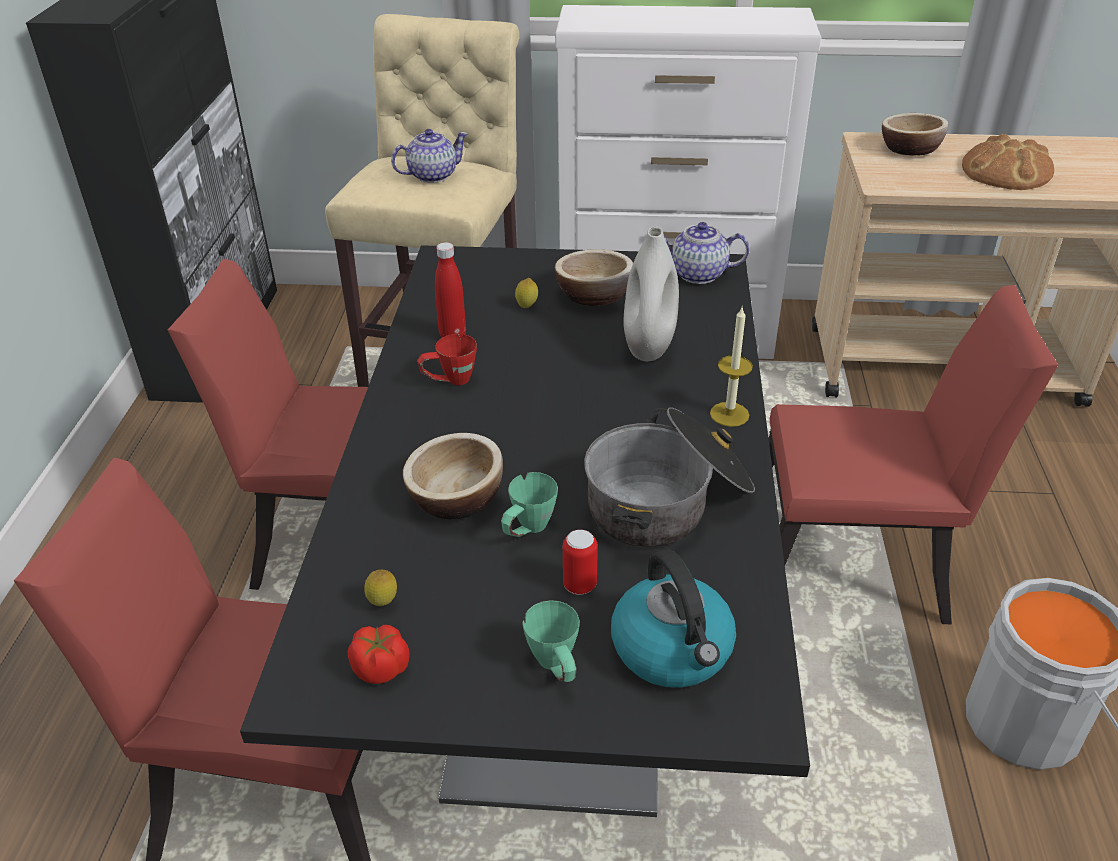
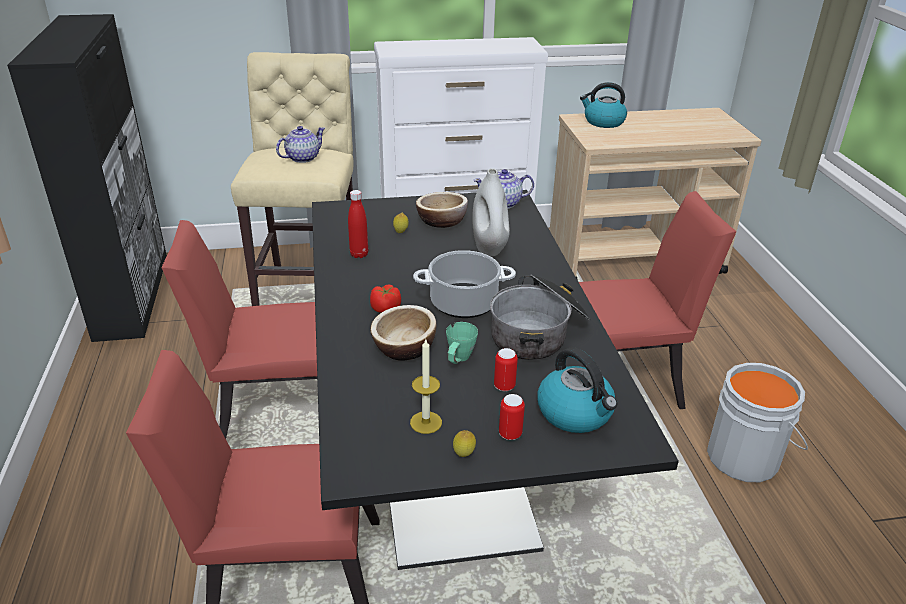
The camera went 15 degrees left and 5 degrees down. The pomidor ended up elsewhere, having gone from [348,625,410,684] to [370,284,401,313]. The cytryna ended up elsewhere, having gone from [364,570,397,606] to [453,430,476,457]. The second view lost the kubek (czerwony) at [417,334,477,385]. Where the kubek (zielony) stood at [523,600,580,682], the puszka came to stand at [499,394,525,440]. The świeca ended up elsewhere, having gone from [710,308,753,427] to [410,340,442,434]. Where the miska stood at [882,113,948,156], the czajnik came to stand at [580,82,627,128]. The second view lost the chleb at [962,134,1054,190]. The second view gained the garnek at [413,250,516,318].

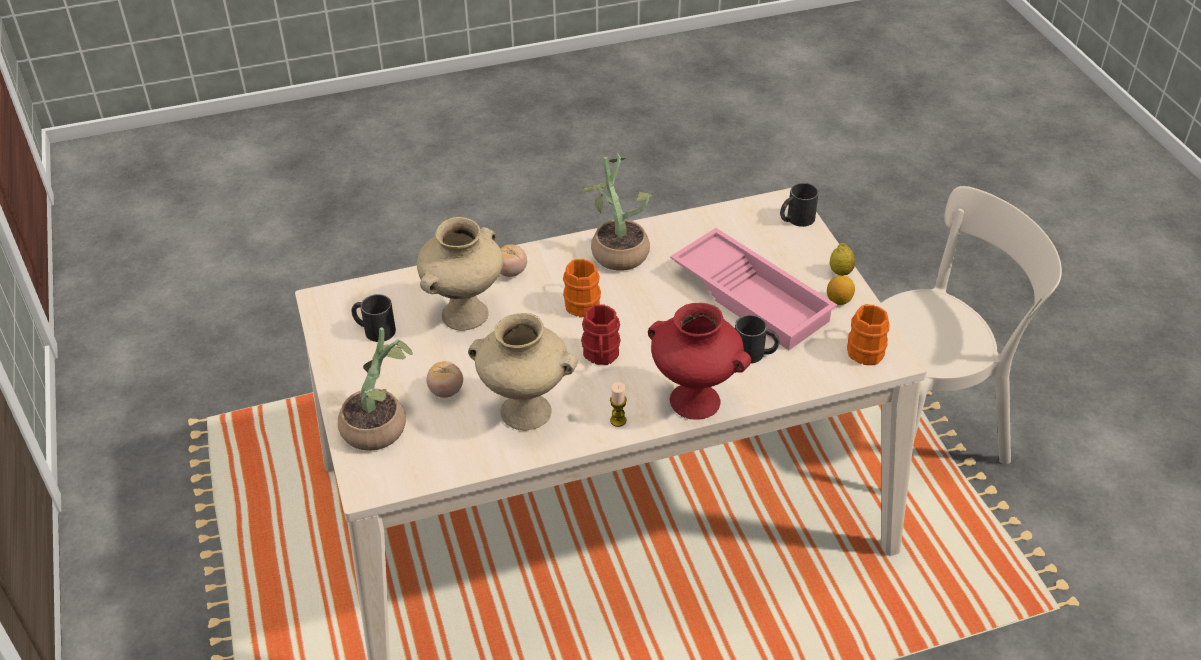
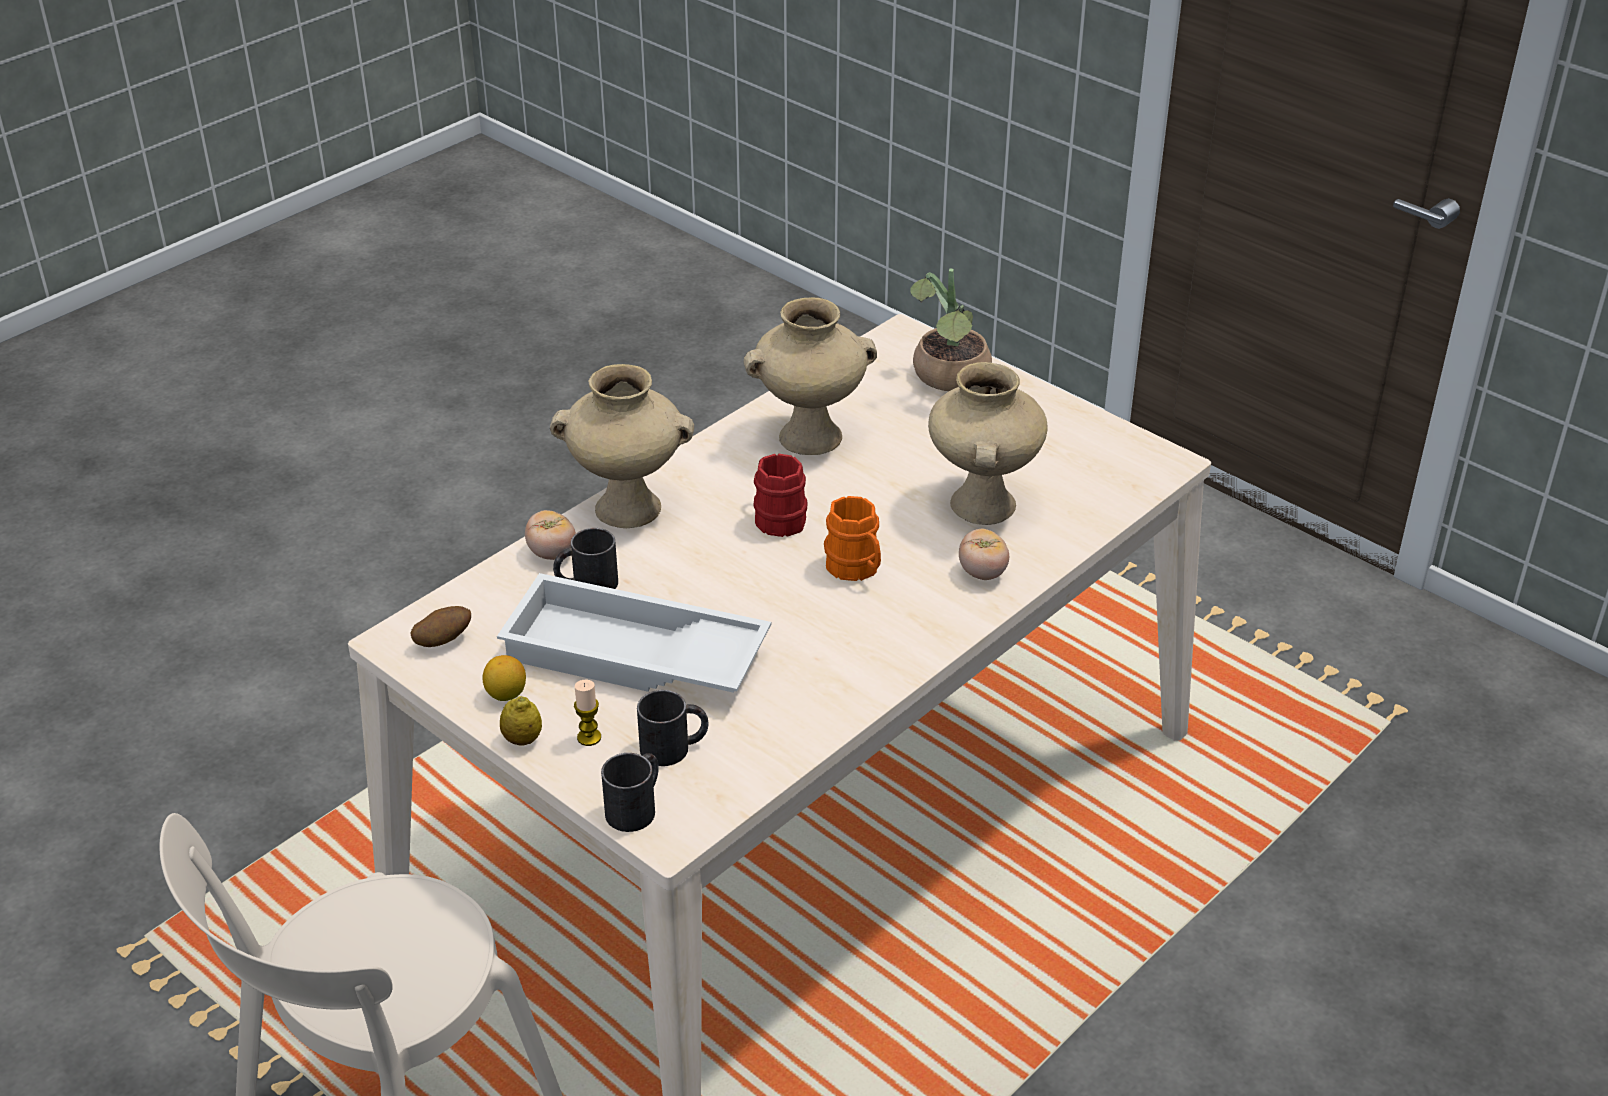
The camera went 150 degrees right and 5 degrees down. The kubek (czarny) ended up elsewhere, having gone from [351,294,396,342] to [637,690,709,766]. The pomidor ended up elsewhere, having gone from [427,361,463,398] to [525,510,576,560]. The second view lost the roślina doniczkowa at [583,153,653,271]. The świeca ended up elsewhere, having gone from [610,382,627,427] to [574,680,601,746]. What was the wazon (czerwony) at [648,303,752,420] turned into the wazon (beżowy) at [550,364,694,528]. What was the taca (różowy) at [670,228,837,350] turned into the taca (biały) at [497,573,771,693]. Where the kubek (pomarańczowy) stood at [847,304,889,365], the ziemniak came to stand at [410,606,471,647].

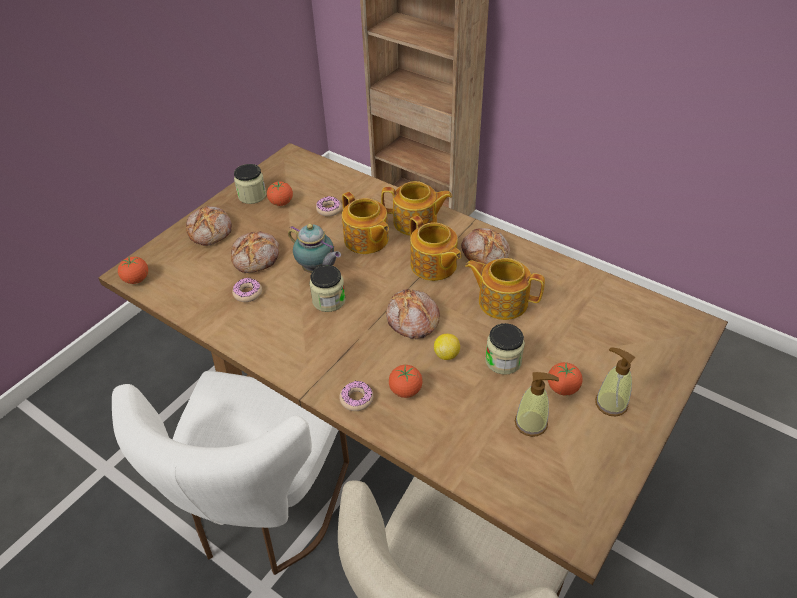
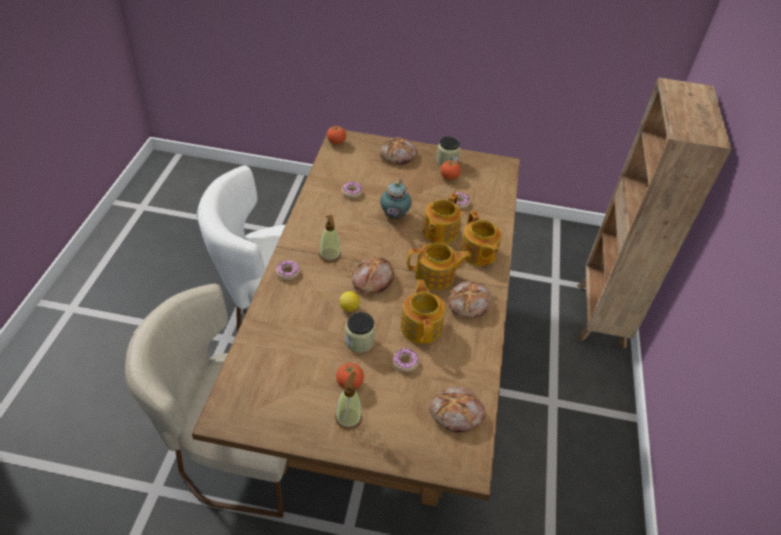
The camera went 60 degrees right and 0 degrees up. The chleb ended up elsewhere, having gone from [231,231,279,273] to [429,387,485,433]. The second view lost the słoik at [310,265,346,312]. The second view lost the pomidor at [389,365,423,398]. The imbryk at [410,215,462,281] ended up facing another way, 120 degrees counterclockwise from before. The dozownik mydła ended up elsewhere, having gone from [515,372,559,437] to [319,215,341,262]. The second view gained the donut at [393,348,419,372].

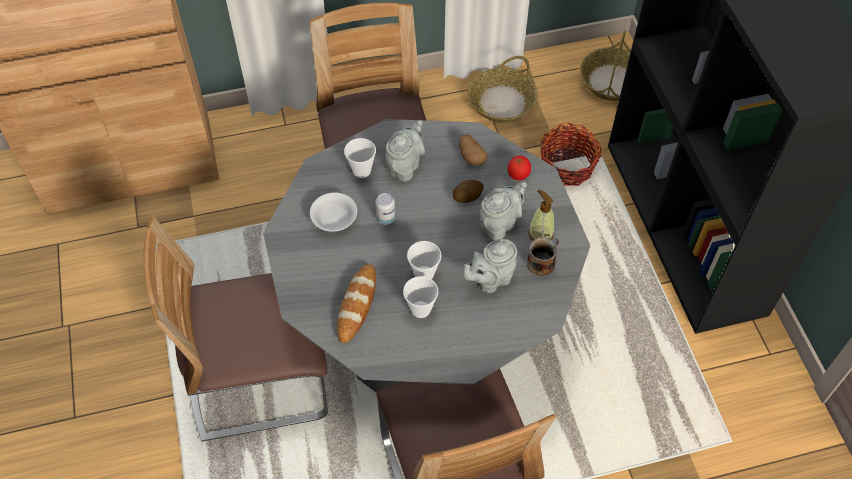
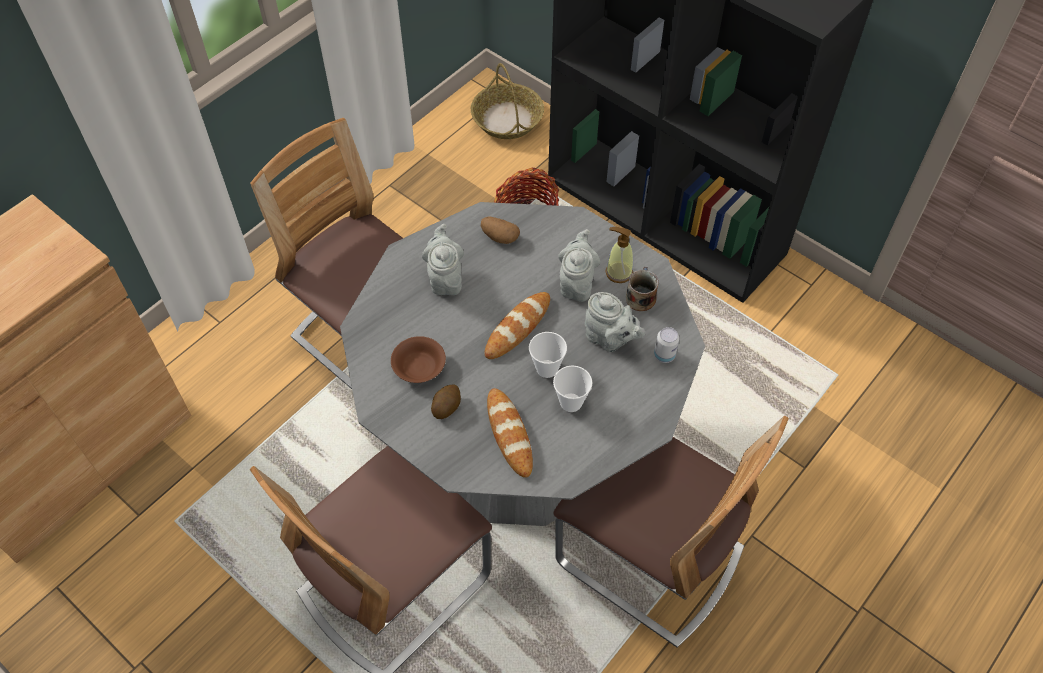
The camera went 35 degrees left and 0 degrees up. What was the miska (biały) at [310,192,357,231] turned into the miska (brązowy) at [391,336,446,383]. The second view lost the filiżanka at [344,138,376,178]. The puszka ended up elsewhere, having gone from [375,193,395,225] to [654,327,679,363]. The ziemniak ended up elsewhere, having gone from [453,180,484,203] to [431,384,461,419]. The imbryk (szary) at [463,239,517,293] ended up facing another way, 75 degrees counterclockwise from before. The second view lost the koszyk at [468,56,538,123]. The second view lost the pomidor at [508,156,531,180]. The second view gained the chleb at [485,292,550,359].

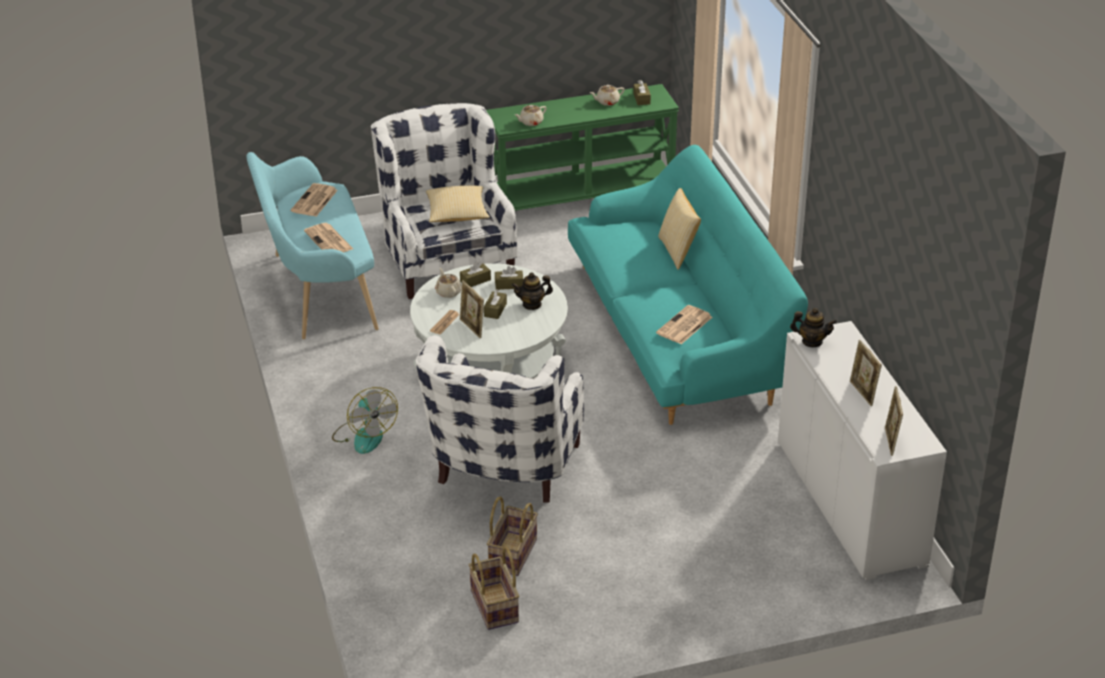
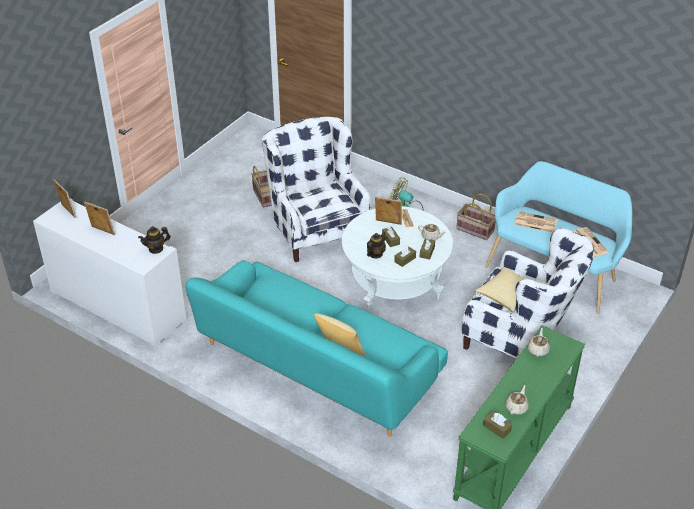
The camera went 140 degrees right and 5 degrees up. The koszyk ended up elsewhere, having gone from [469,546,519,630] to [456,193,496,240]. The second view lost the gazeta at [656,305,712,344].

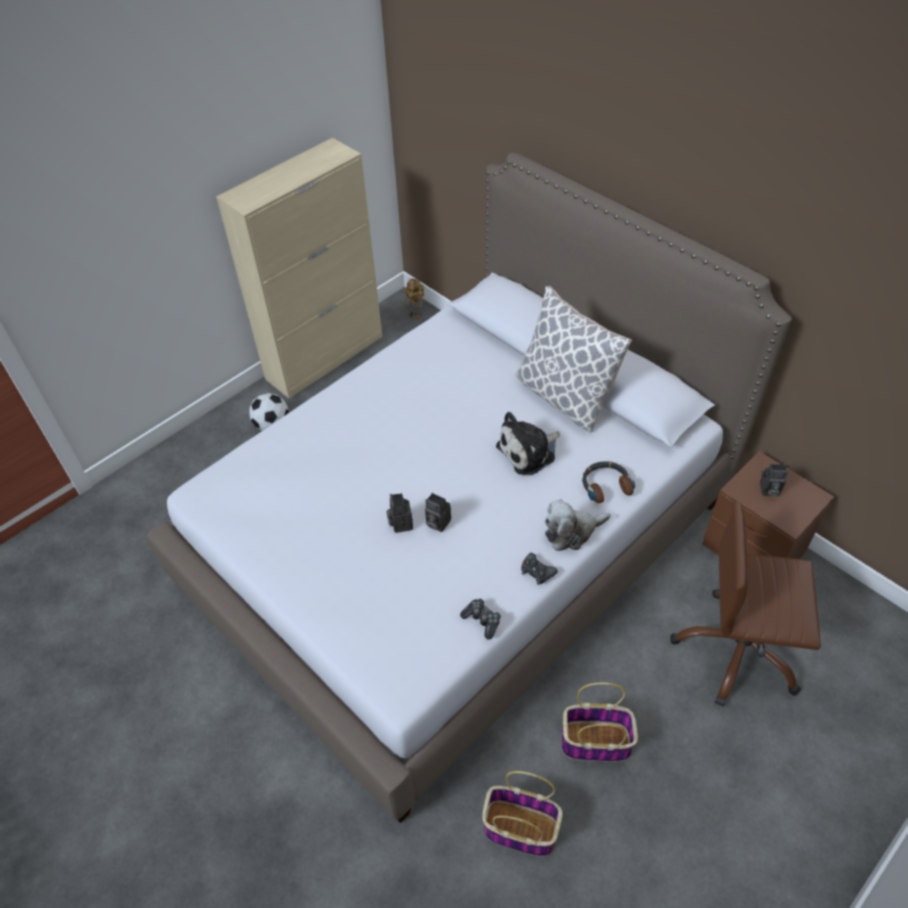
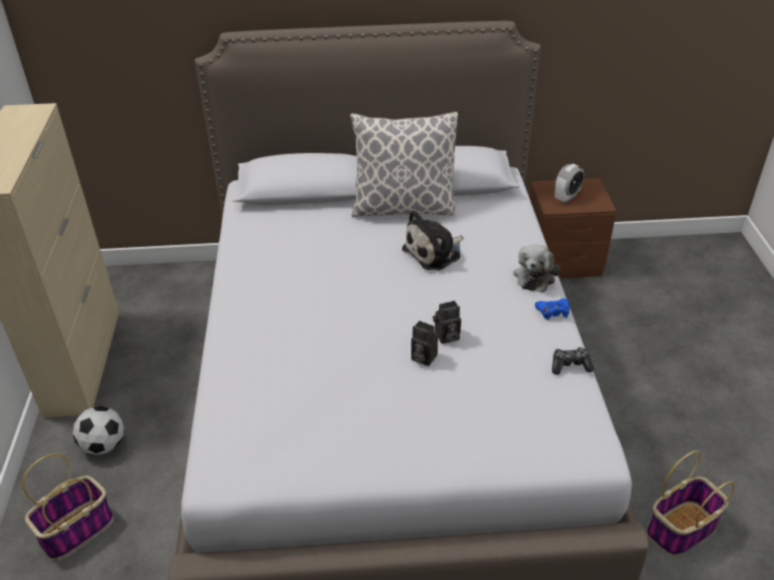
The camera went 50 degrees left and 10 degrees down. The second view lost the robot zabawkowy at [403,279,424,320]. The pluszak at [496,412,560,475] ended up facing another way, 45 degrees clockwise from before. What was the pad do gier (czarny) at [521,553,558,585] turned into the pad do gier (niebieski) at [535,298,570,320]. The koszyk ended up elsewhere, having gone from [562,682,638,762] to [22,454,113,560]. The second view lost the słuchawki at [582,461,635,503]. The second view lost the krzesło biurowe (brązowy) at [671,501,821,706]. Where the aparat fotograficzny stood at [760,464,788,496], the budzik came to stand at [555,164,584,203].

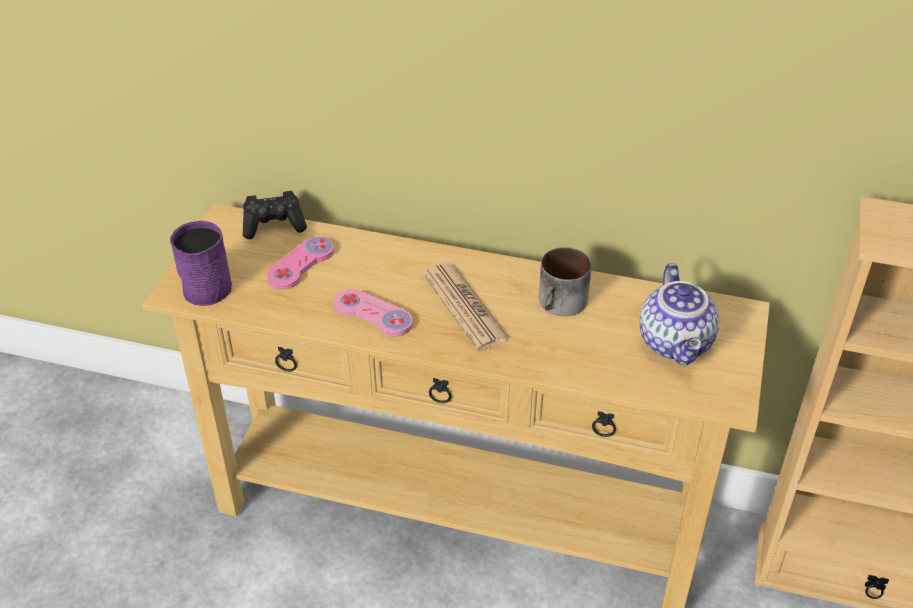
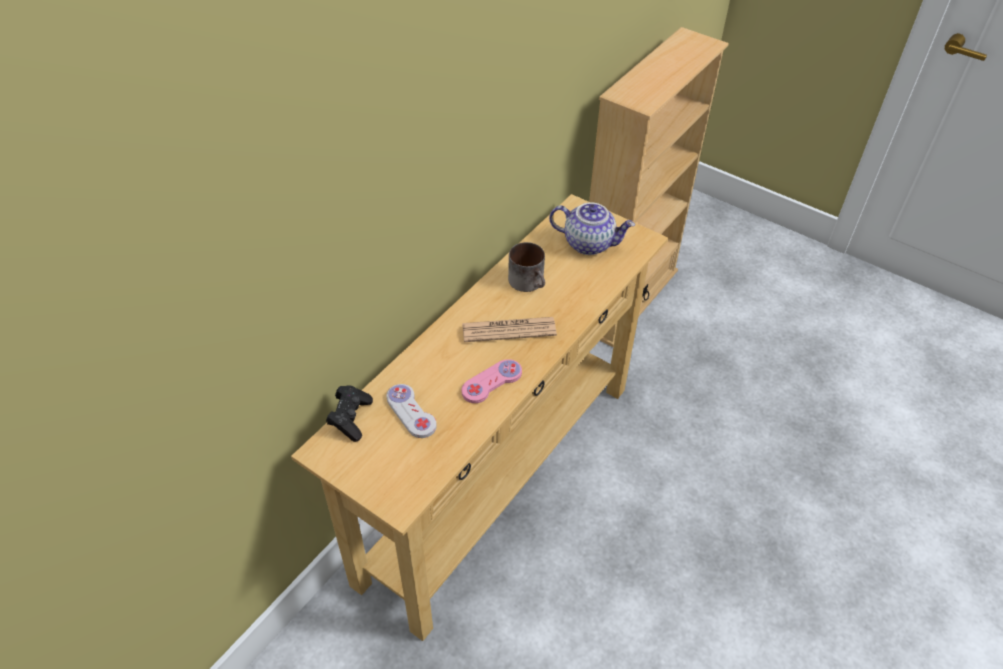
The camera went 70 degrees left and 5 degrees up. The second view lost the kubek (fioletowy) at [170,221,232,306]. What was the pad do gier (różowy) at [267,236,334,289] turned into the pad do gier (biały) at [387,384,437,438].

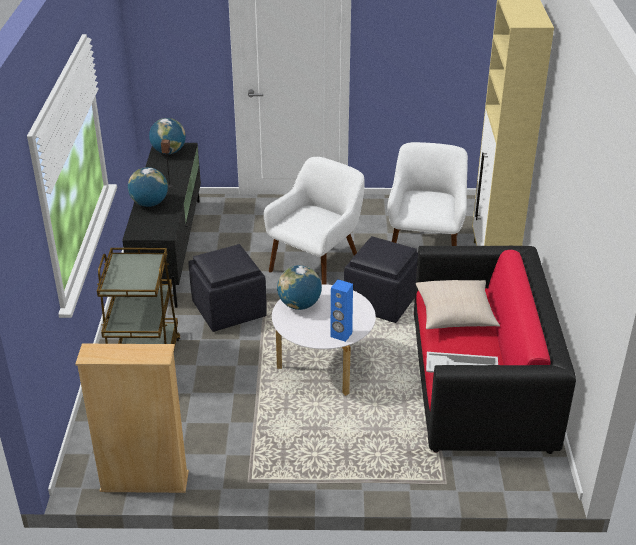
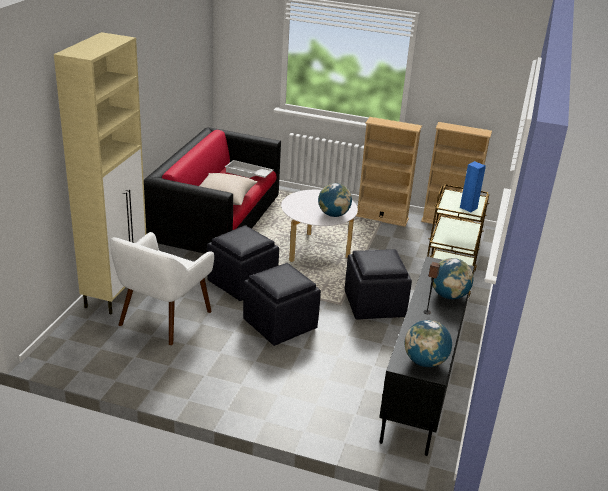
The camera went 165 degrees left and 5 degrees down. Where the fotel (biały) stood at [264,157,365,285], the pufa (czarny) came to stand at [243,263,321,346]. The głośnik (niebieski) ended up elsewhere, having gone from [330,279,353,342] to [460,161,486,212]. The second view gained the regał (beżowy) at [356,117,422,227].

